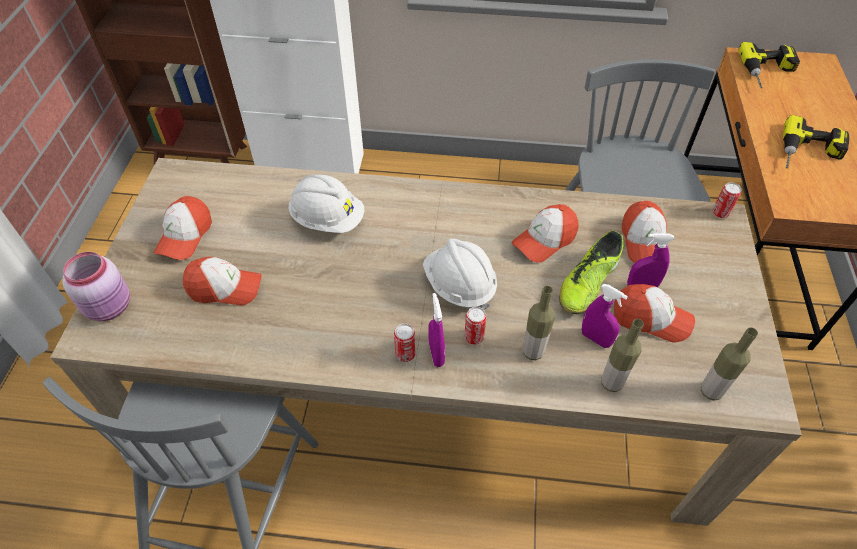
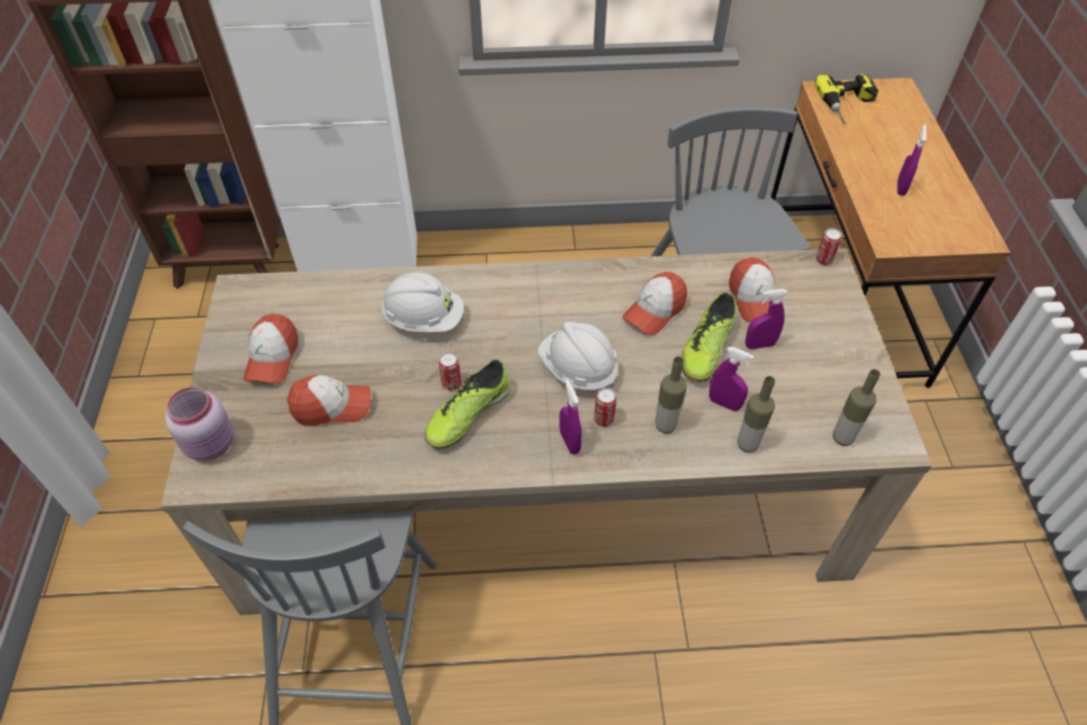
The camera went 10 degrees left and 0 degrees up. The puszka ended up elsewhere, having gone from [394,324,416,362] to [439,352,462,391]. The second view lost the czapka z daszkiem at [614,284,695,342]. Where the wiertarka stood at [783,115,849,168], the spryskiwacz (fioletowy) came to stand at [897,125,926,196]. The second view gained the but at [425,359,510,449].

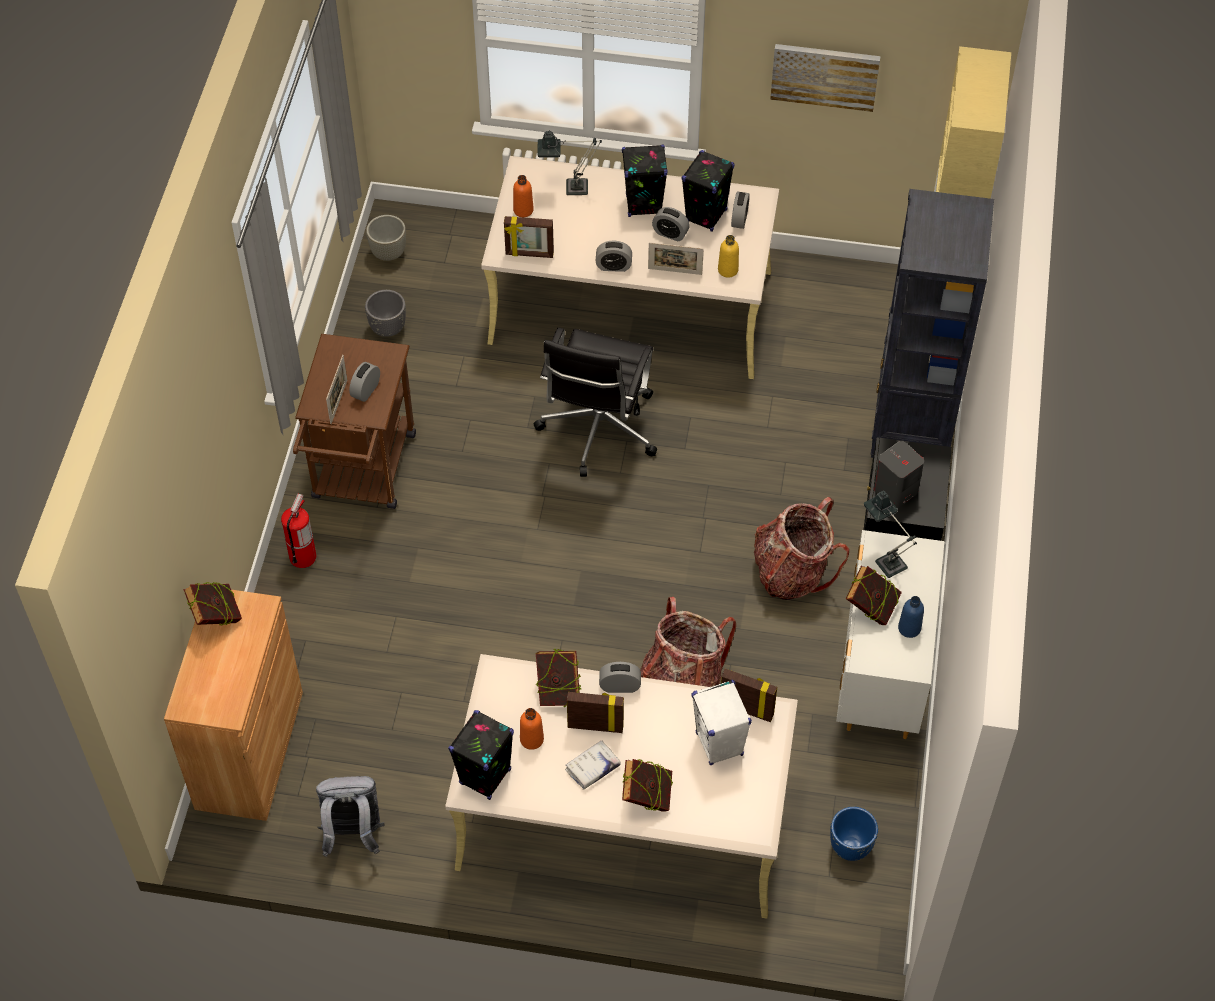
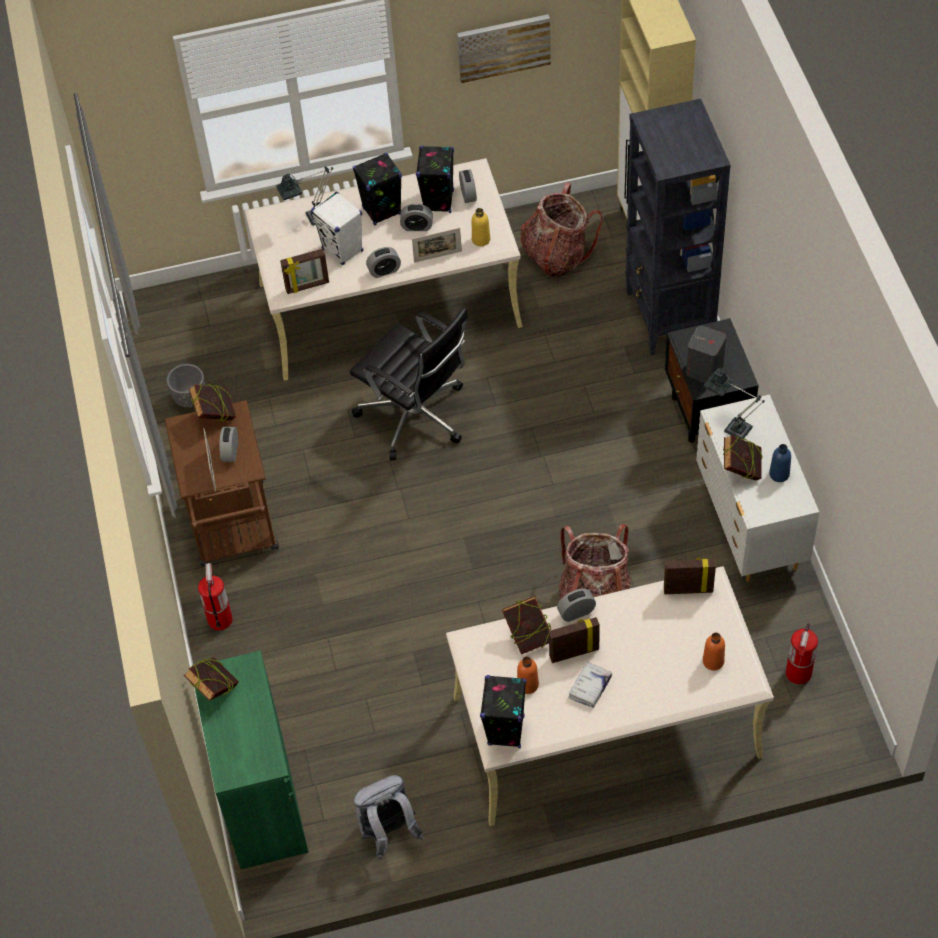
The camera went 20 degrees left and 0 degrees up. What was the szafka (brązowy) at [164,590,303,821] turned into the szafka (zielony) at [195,651,308,869]. The second view lost the donica (szary) at [366,215,406,261]. The butelka (pomarańczowy) ended up elsewhere, having gone from [513,175,534,217] to [703,633,725,670]. The krzesło biurowe (czarny) at [534,327,657,477] ended up facing another way, 45 degrees counterclockwise from before. The książka ended up elsewhere, having gone from [622,759,673,812] to [189,384,236,421]. The głośnik (biały) ended up elsewhere, having gone from [692,680,752,765] to [311,192,363,265]. The plecak ended up elsewhere, having gone from [754,497,849,600] to [520,183,603,277]. Where the donica (niebieski) stood at [830,807,878,861], the gaśnica came to stand at [786,623,818,684].

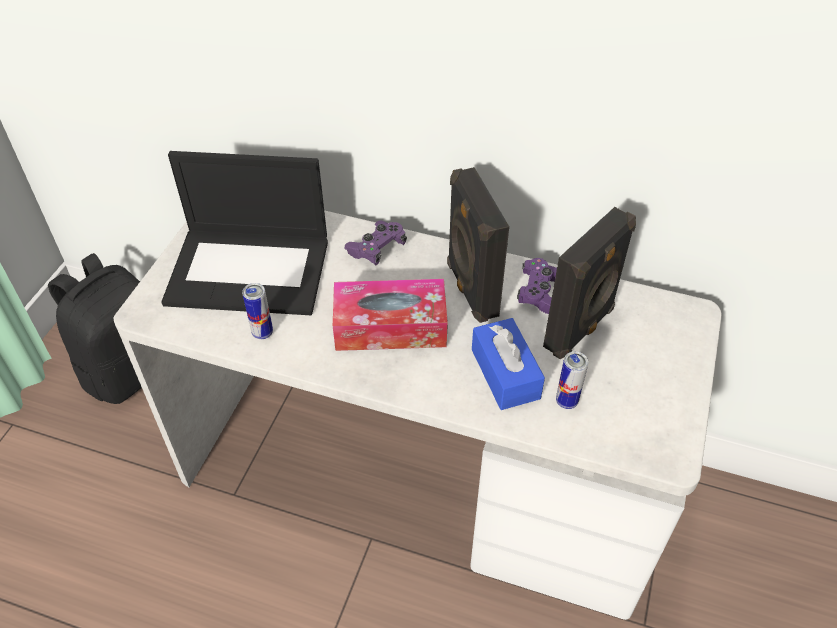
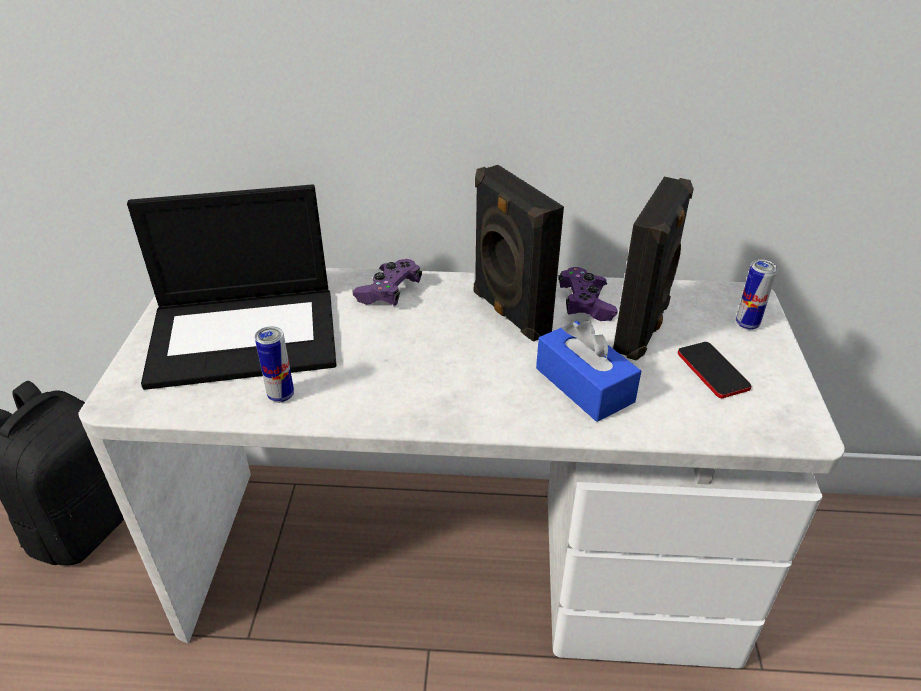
The camera went 15 degrees left and 10 degrees down. The second view lost the pudełko chusteczek at [333,279,448,351]. The puszka ended up elsewhere, having gone from [556,351,588,409] to [736,259,778,330]. The second view gained the telefon at [678,342,751,398].

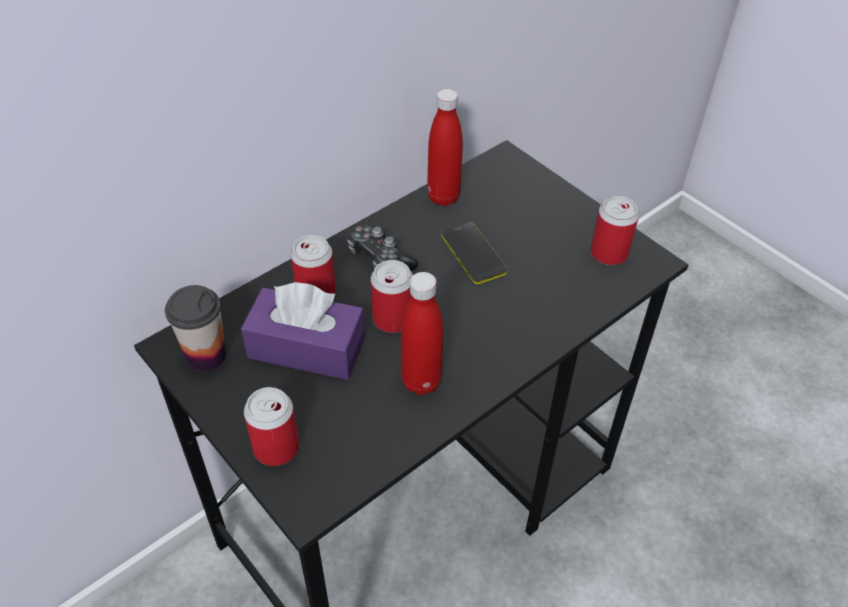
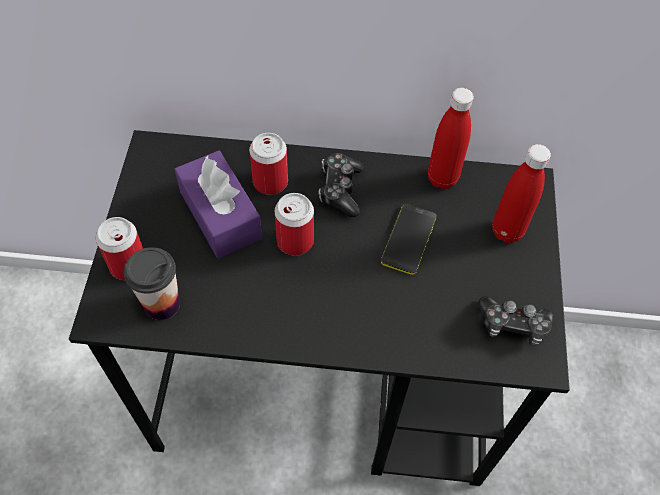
The camera went 45 degrees right and 10 degrees up. The filiżanka ended up elsewhere, having gone from [165,285,226,372] to [124,247,180,320]. The butelka (czerwony) ended up elsewhere, having gone from [401,272,443,395] to [492,144,551,243]. Where the puszka stood at [591,196,639,265], the pad do gier came to stand at [478,296,554,346].

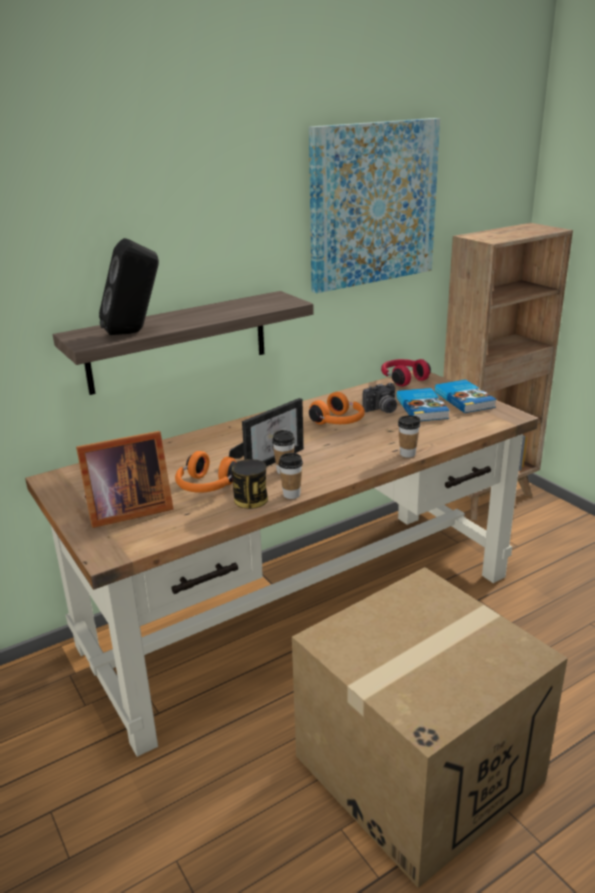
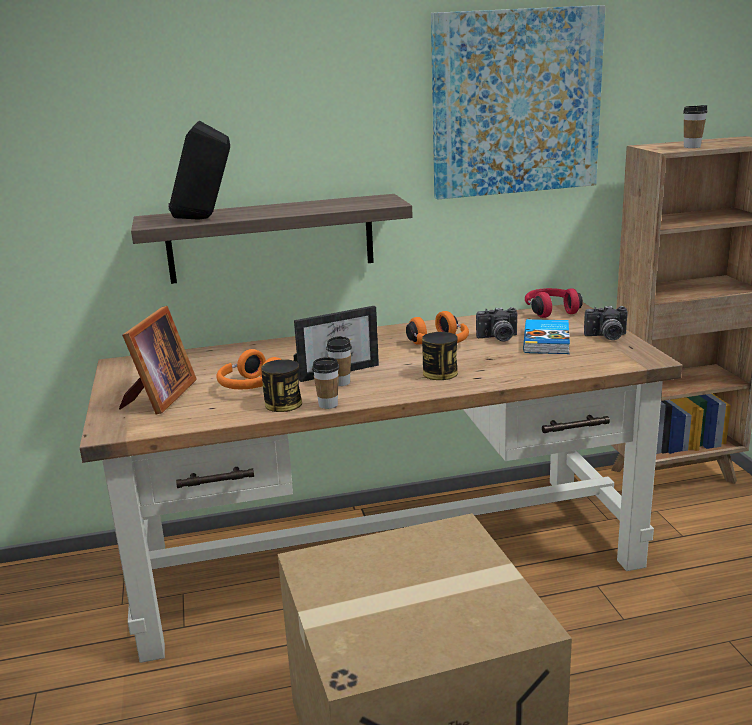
The camera went 20 degrees right and 5 degrees down. The ramka na zdjęcie at [76,431,173,528] ended up facing another way, 75 degrees counterclockwise from before. The filiżanka ended up elsewhere, having gone from [398,416,421,458] to [683,105,707,148]. Where the książka stood at [435,379,497,413], the aparat fotograficzny came to stand at [584,306,628,340]. The second view gained the puszka at [422,332,458,380].

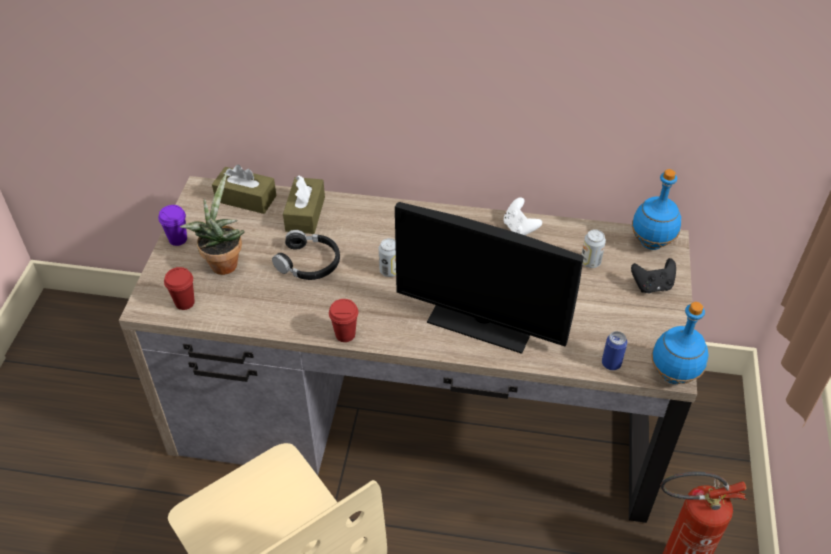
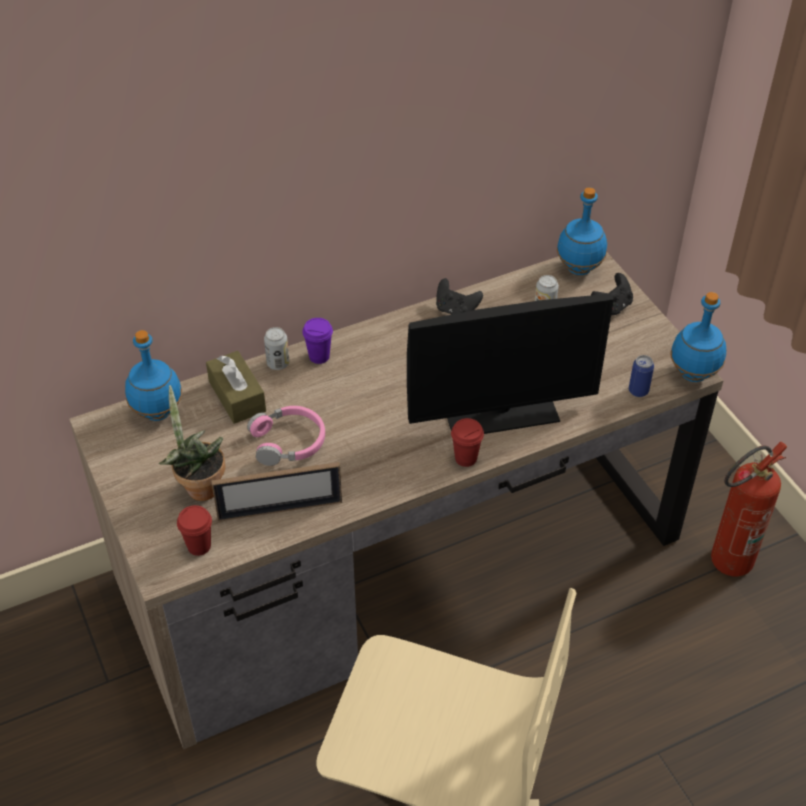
The camera went 35 degrees left and 0 degrees up. The filiżanka (fioletowy) ended up elsewhere, having gone from [158,205,187,246] to [302,318,333,364]. Where the pudełko chusteczek (brązowy) stood at [212,164,277,214], the butelka (niebieski) came to stand at [125,330,182,421]. What was the słuchawki (czarny) at [272,230,340,280] turned into the słuchawki (różowy) at [247,406,325,466]. The filiżanka (czerwony) ended up elsewhere, having gone from [329,299,358,342] to [451,418,484,467]. The puszka ended up elsewhere, having gone from [379,238,396,277] to [264,327,289,370]. What was the pad do gier (biały) at [503,197,542,236] turned into the pad do gier (czarny) at [436,278,483,315]. The second view gained the ramka na zdjęcie at [211,462,342,521].

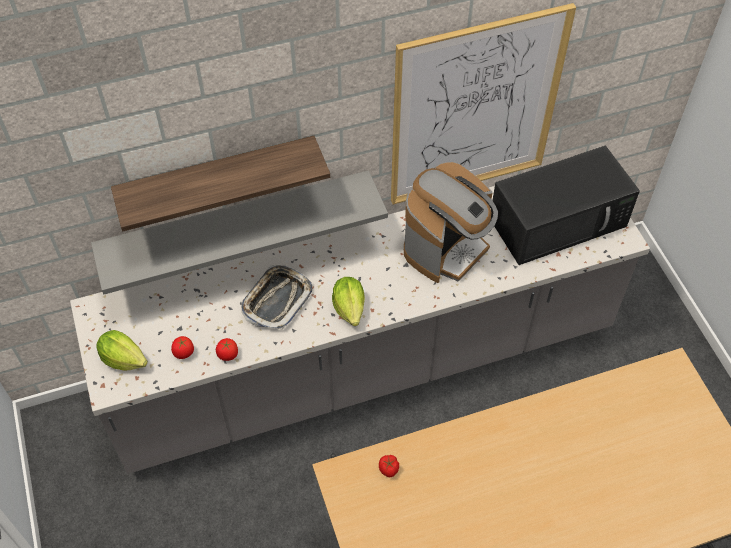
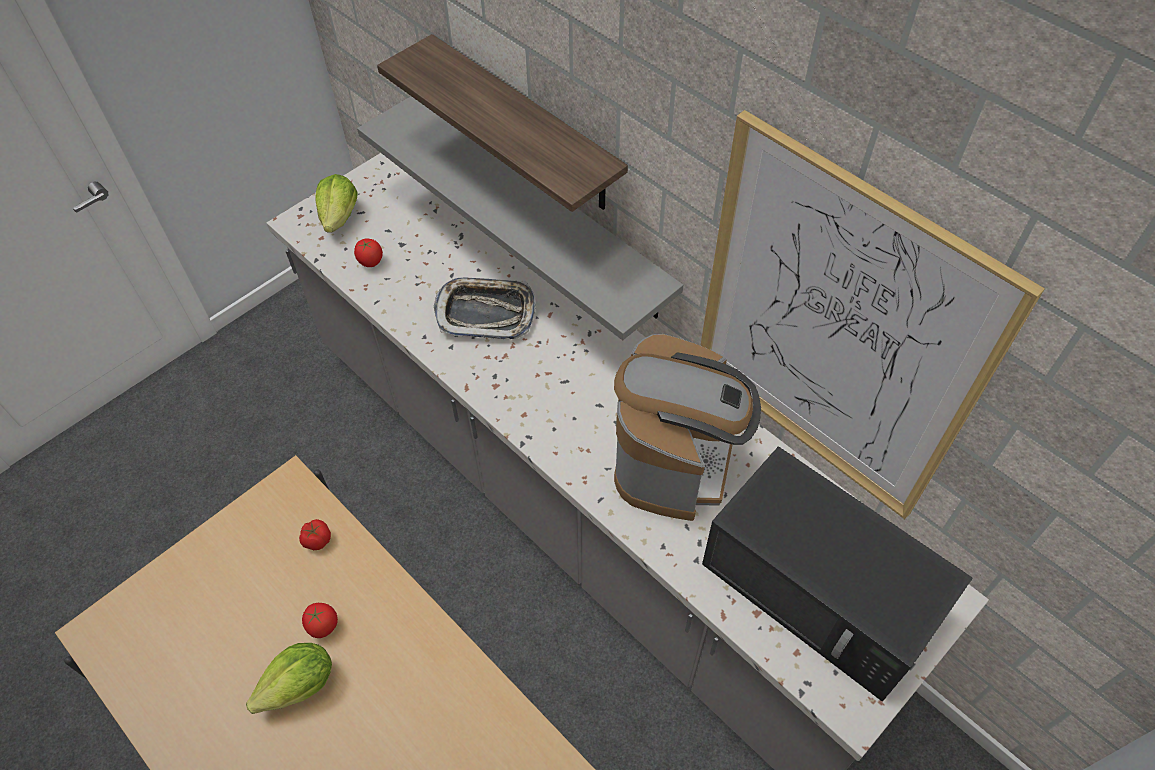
The camera went 65 degrees right and 0 degrees up. The pomidor ended up elsewhere, having gone from [216,338,238,361] to [302,603,338,638]. The sałata ended up elsewhere, having gone from [332,277,365,326] to [246,643,332,714]. The ekspres do kawy at [404,162,498,283] ended up facing another way, 90 degrees counterclockwise from before.

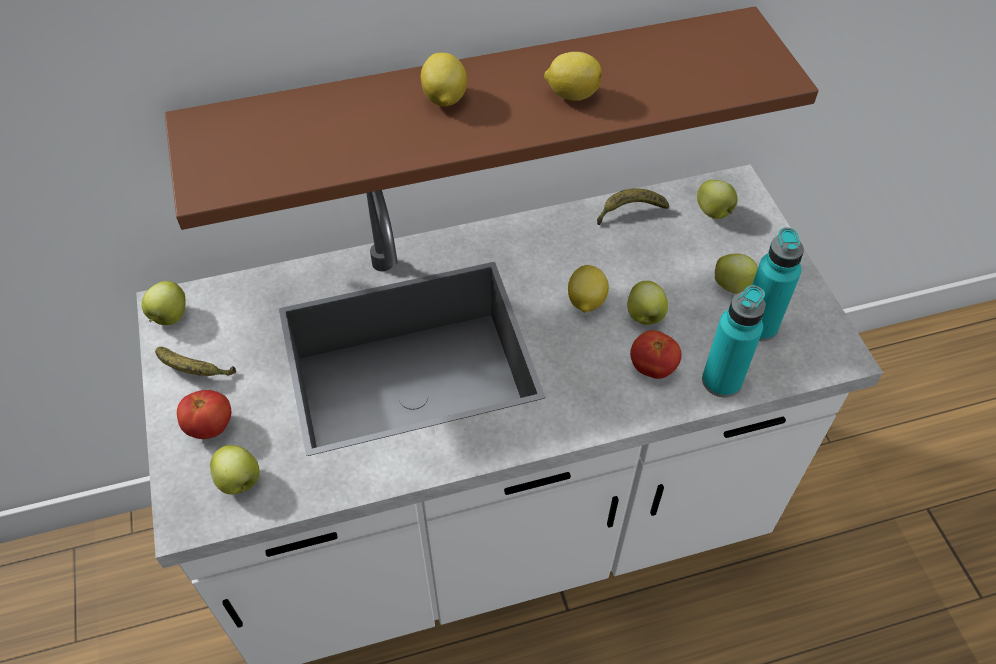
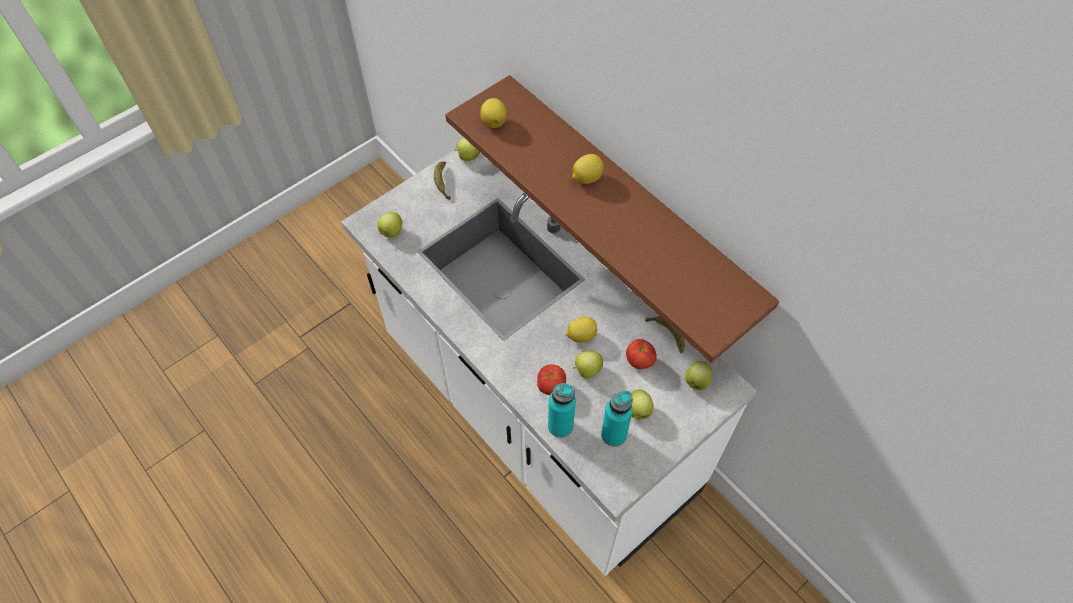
The camera went 65 degrees right and 5 degrees up. The pomidor ended up elsewhere, having gone from [177,390,231,439] to [626,339,657,369]. The cytryna ended up elsewhere, having gone from [544,52,602,101] to [480,98,507,128].

